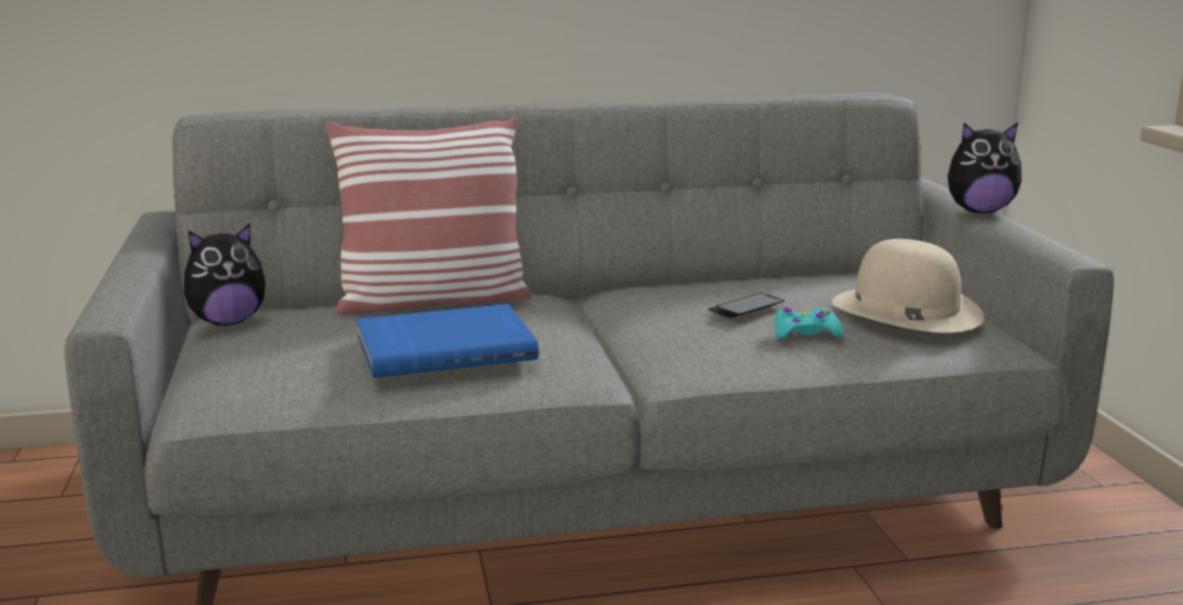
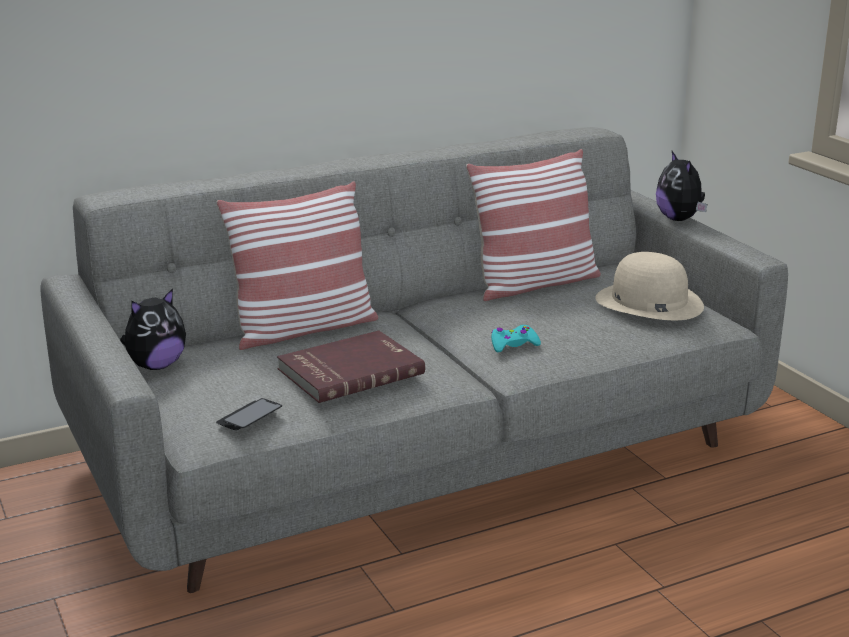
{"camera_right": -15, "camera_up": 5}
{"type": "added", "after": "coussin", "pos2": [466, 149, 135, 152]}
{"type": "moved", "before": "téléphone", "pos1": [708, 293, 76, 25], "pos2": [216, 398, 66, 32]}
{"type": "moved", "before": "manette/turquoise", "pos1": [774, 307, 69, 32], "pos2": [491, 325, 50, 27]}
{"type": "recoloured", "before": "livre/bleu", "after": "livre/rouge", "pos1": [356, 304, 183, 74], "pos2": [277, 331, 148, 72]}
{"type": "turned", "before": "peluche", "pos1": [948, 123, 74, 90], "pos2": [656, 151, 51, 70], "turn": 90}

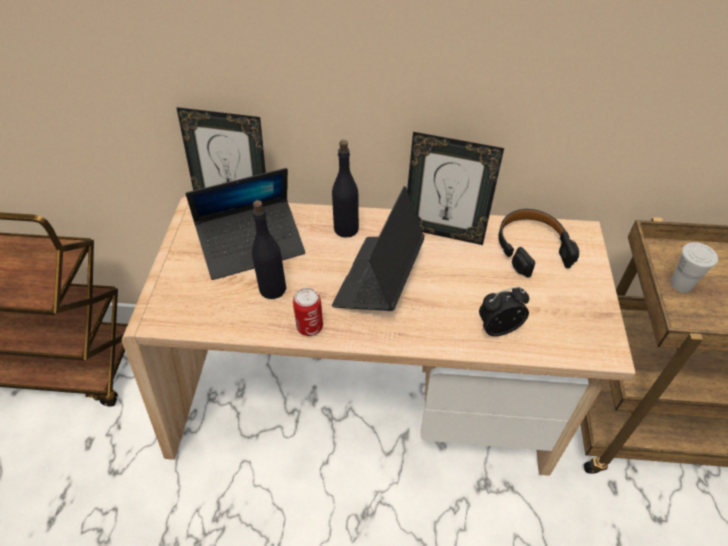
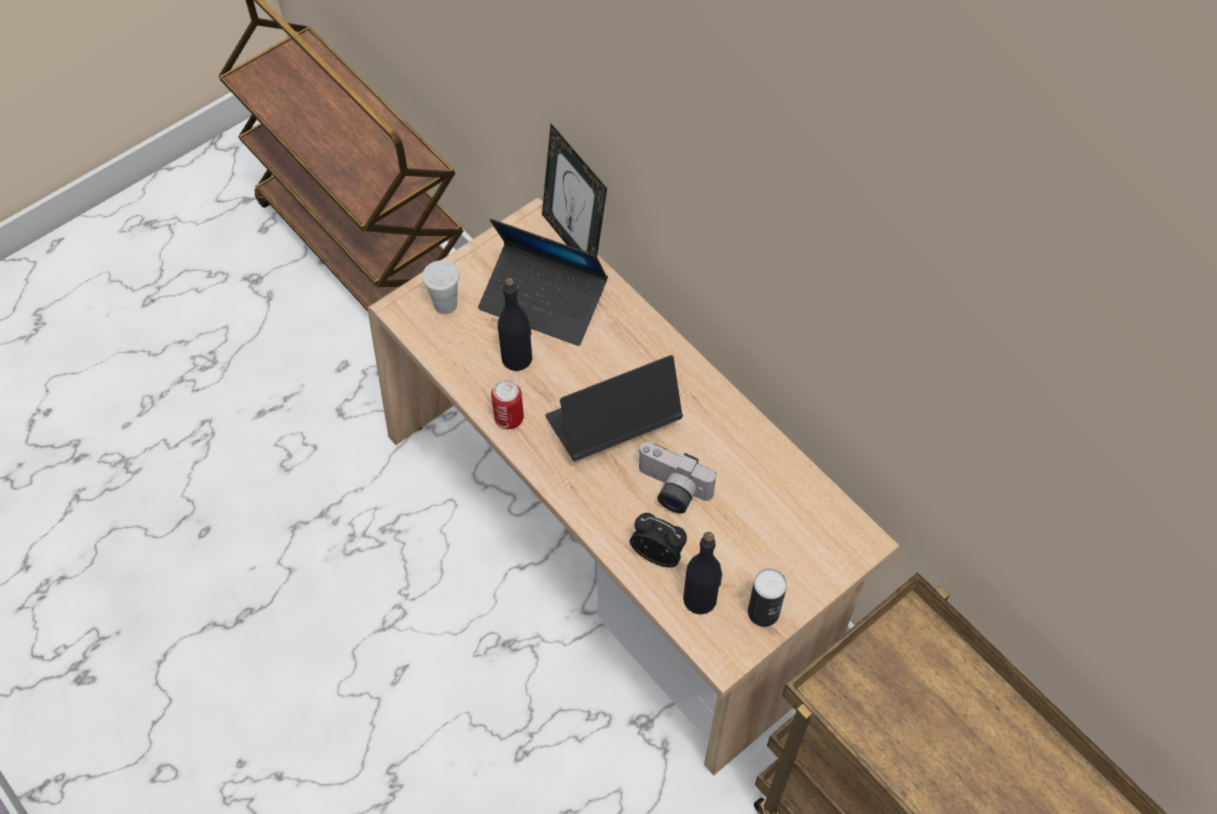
{"camera_right": 45, "camera_up": 10}
{"type": "removed", "before": "cadre photo", "pos1": [407, 132, 97, 113]}
{"type": "removed", "before": "casque audio/noir", "pos1": [498, 209, 81, 69]}
{"type": "added", "after": "appareil photo", "pos2": [638, 442, 78, 72]}
{"type": "added", "after": "boîte métallique", "pos2": [748, 569, 39, 58]}
{"type": "moved", "before": "bouteille/noir", "pos1": [332, 140, 27, 98], "pos2": [683, 532, 39, 82]}
{"type": "moved", "before": "tasse/blanc", "pos1": [671, 242, 47, 50], "pos2": [422, 260, 37, 54]}

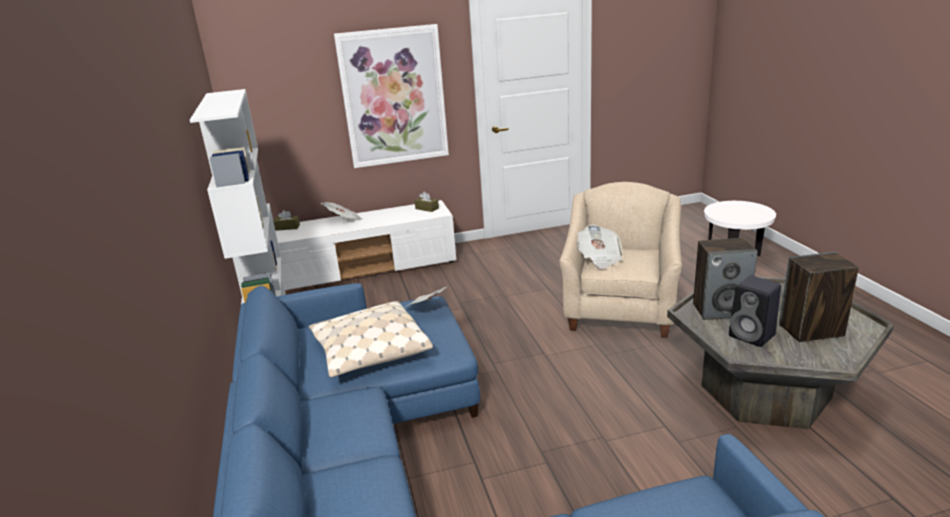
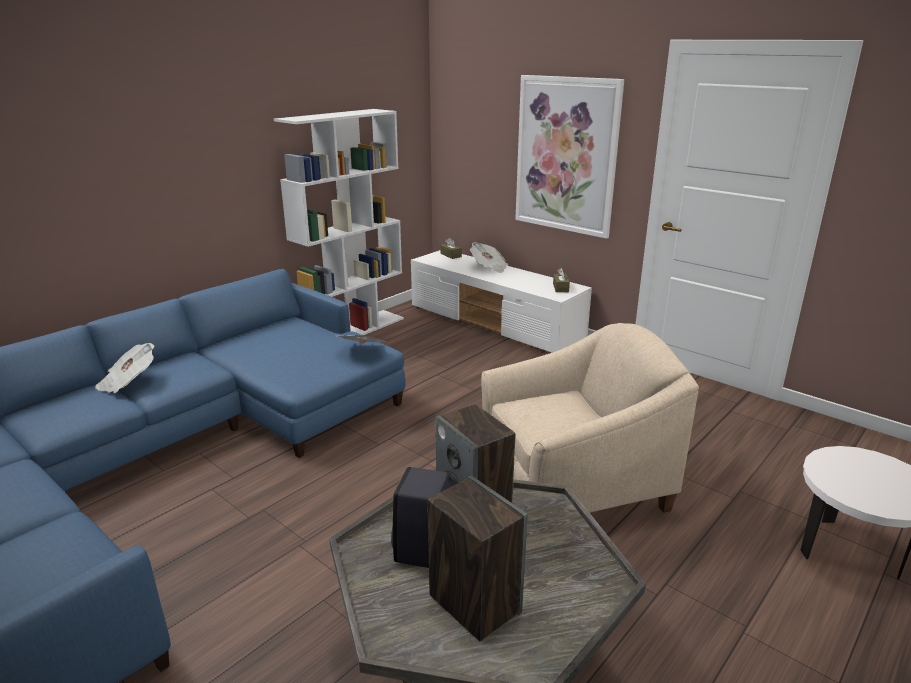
{"camera_right": 55, "camera_up": 0}
{"type": "removed", "before": "coussin/beige", "pos1": [309, 301, 124, 76]}
{"type": "moved", "before": "journal", "pos1": [577, 225, 46, 44], "pos2": [95, 343, 60, 50]}

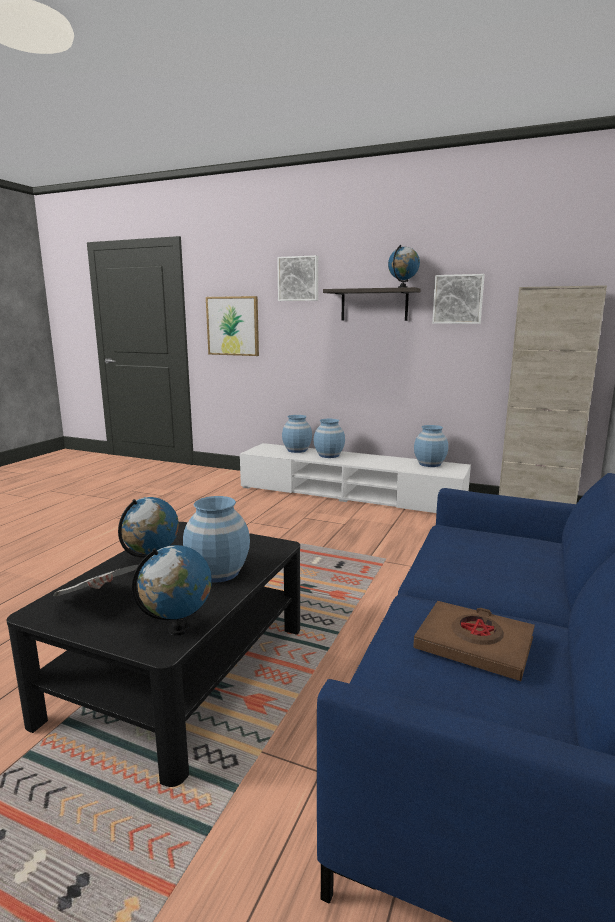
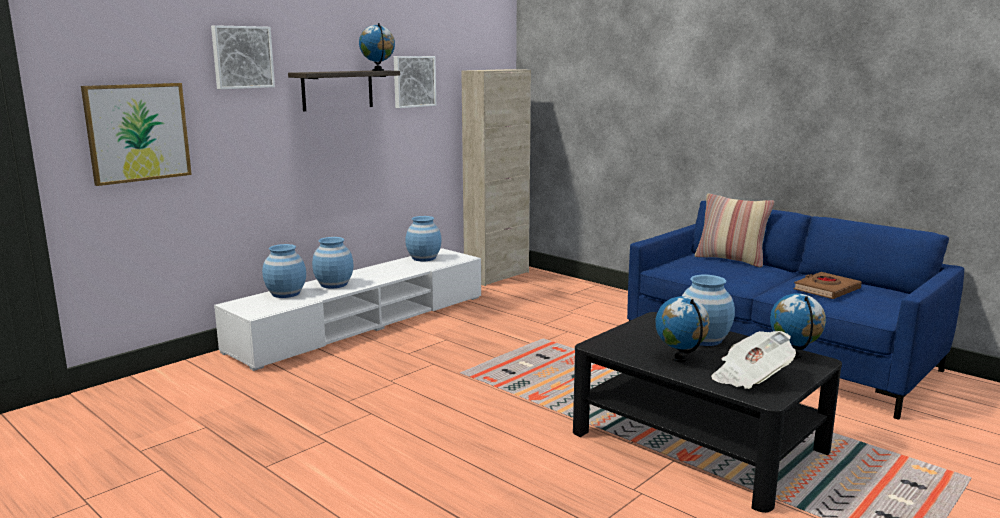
{"camera_right": -70, "camera_up": 0}
{"type": "added", "after": "coussin", "pos2": [695, 193, 80, 75]}

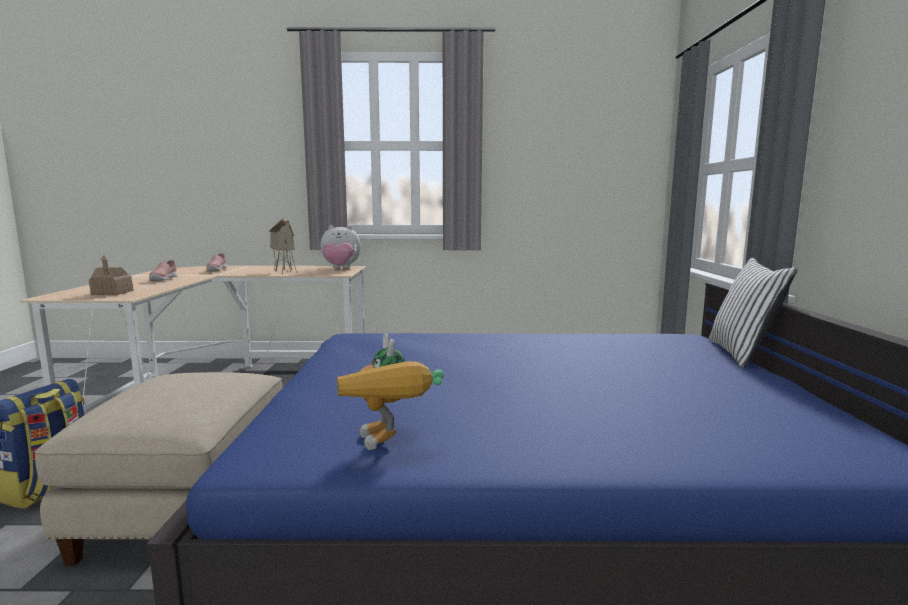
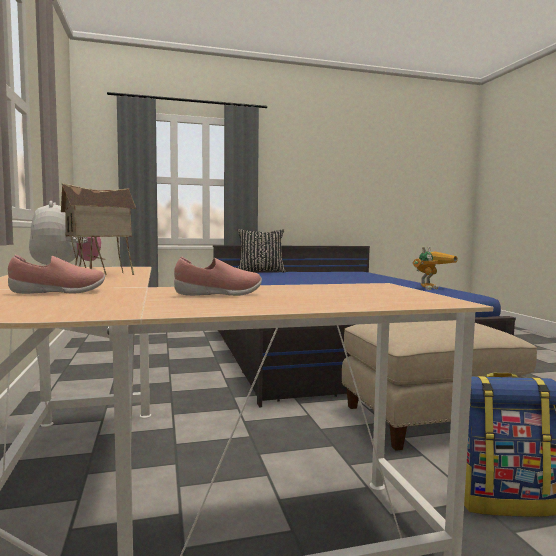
{"camera_right": -105, "camera_up": -5}
{"type": "removed", "before": "maison miniature", "pos1": [89, 255, 45, 40]}
{"type": "recoloured", "before": "coussin/blanc", "after": "coussin/noir", "pos1": [709, 258, 88, 110], "pos2": [238, 229, 47, 43]}

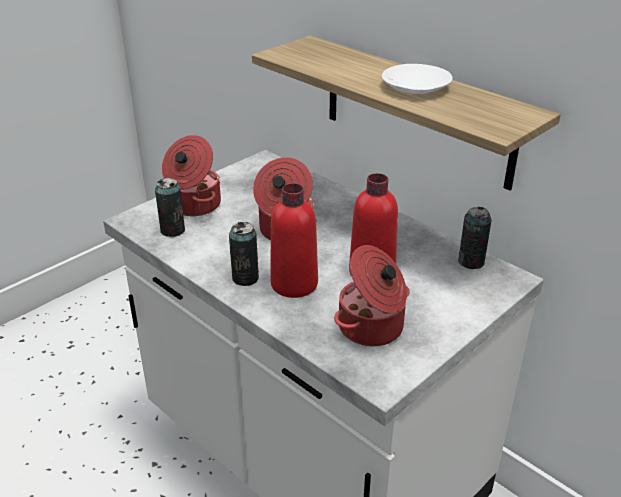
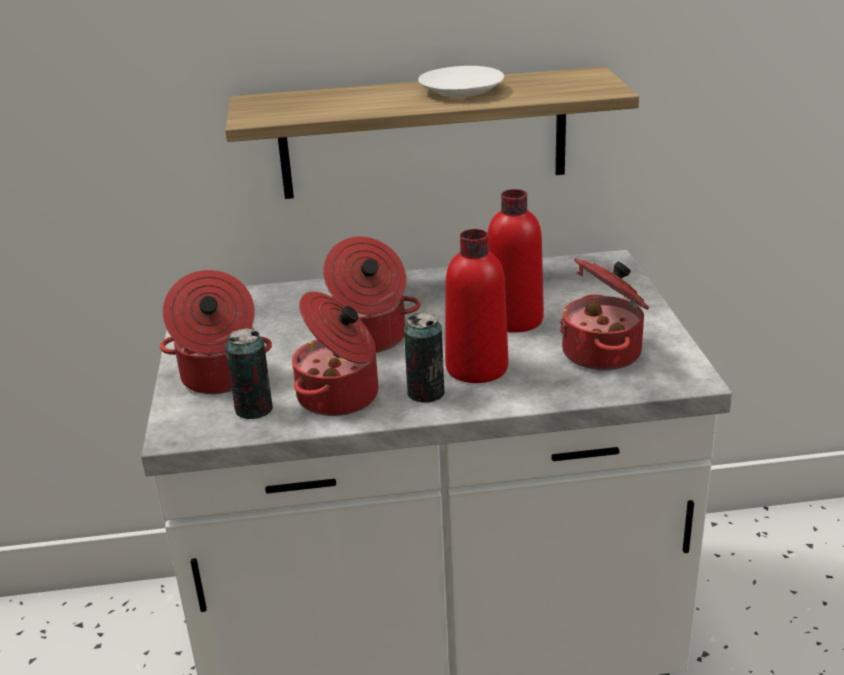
{"camera_right": -50, "camera_up": -5}
{"type": "removed", "before": "boîte métallique", "pos1": [458, 207, 34, 62]}
{"type": "added", "after": "marmite", "pos2": [292, 292, 86, 124]}

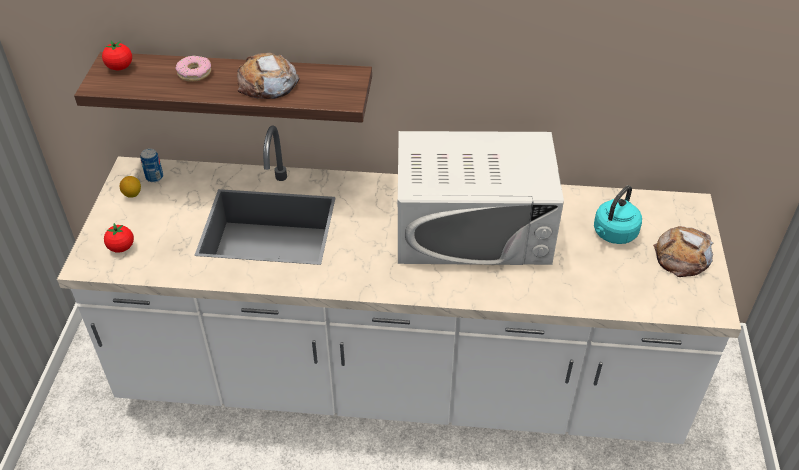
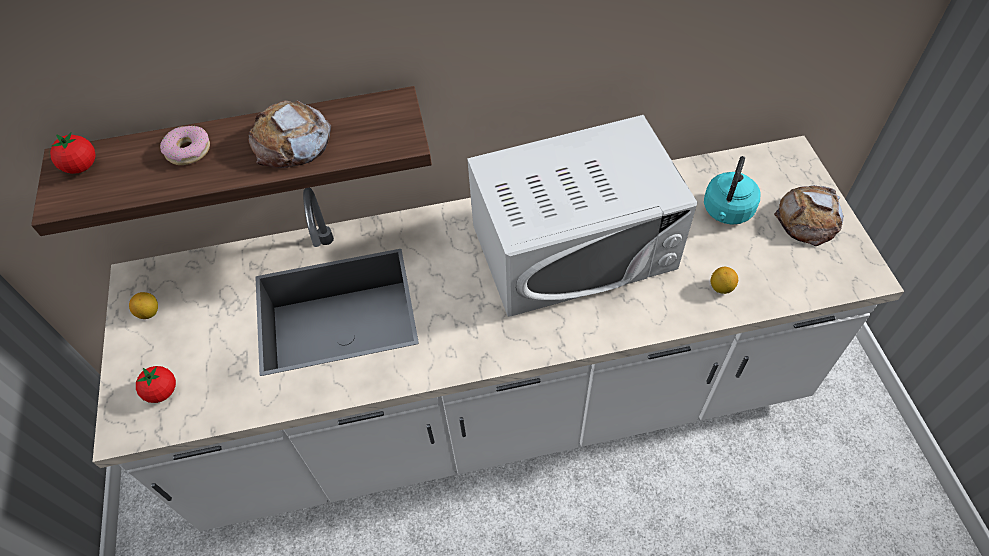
{"camera_right": -15, "camera_up": 10}
{"type": "removed", "before": "boîte métallique", "pos1": [140, 148, 23, 34]}
{"type": "added", "after": "citron", "pos2": [710, 267, 28, 27]}

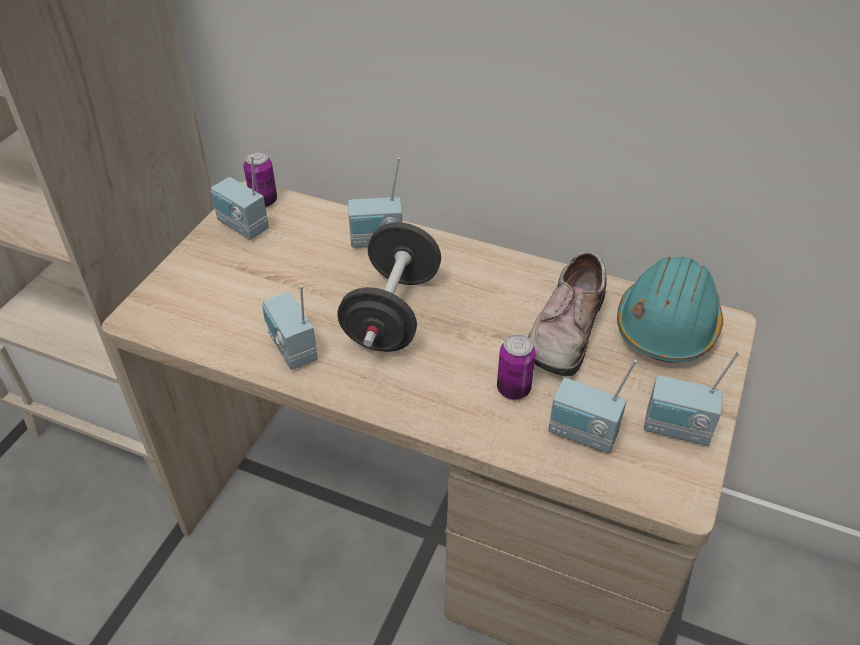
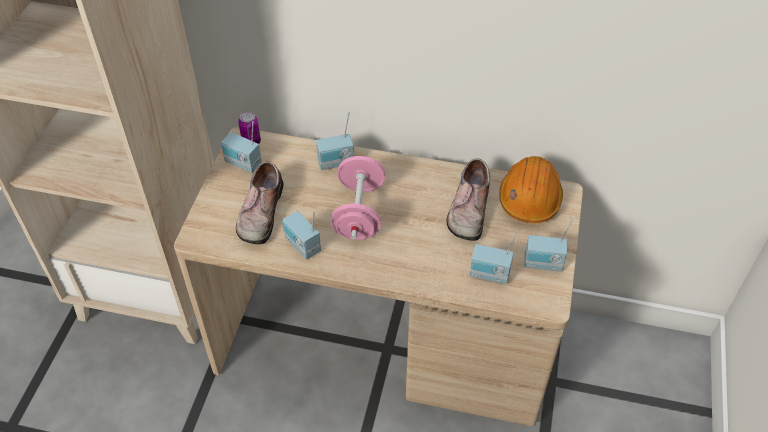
{"camera_right": -10, "camera_up": 5}
{"type": "removed", "before": "boîte métallique", "pos1": [497, 334, 39, 66]}
{"type": "added", "after": "chaussure", "pos2": [236, 161, 48, 83]}
{"type": "recoloured", "before": "haltère/noir", "after": "haltère/rose", "pos1": [337, 222, 104, 130], "pos2": [331, 156, 54, 84]}
{"type": "recoloured", "before": "casque de chantier/turquoise", "after": "casque de chantier/orange", "pos1": [617, 256, 106, 107], "pos2": [499, 156, 64, 67]}

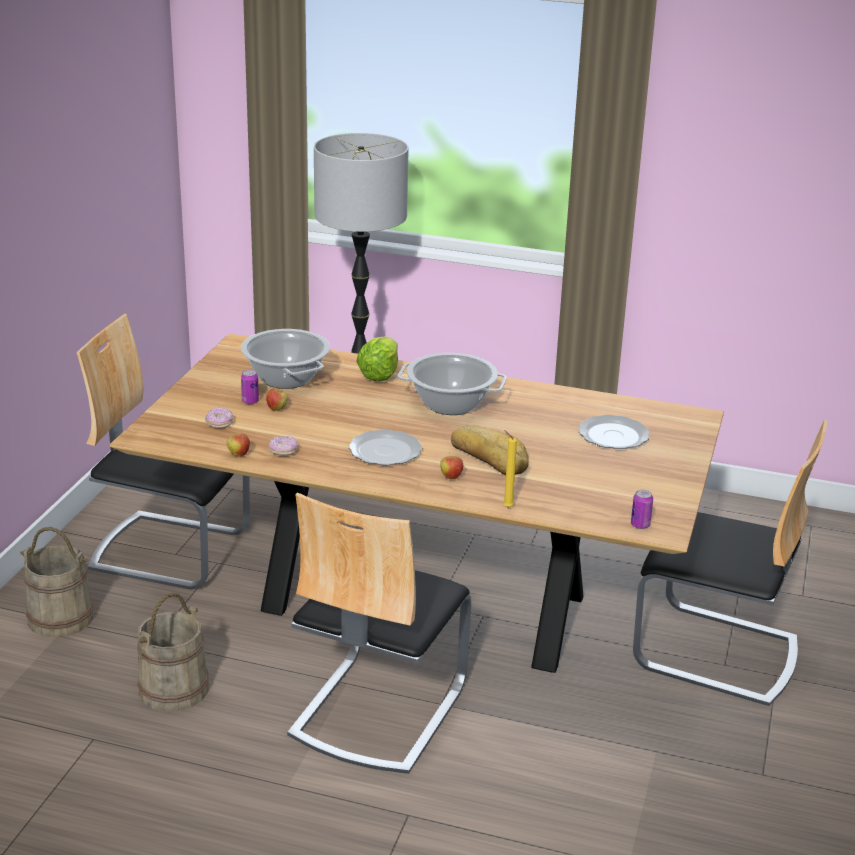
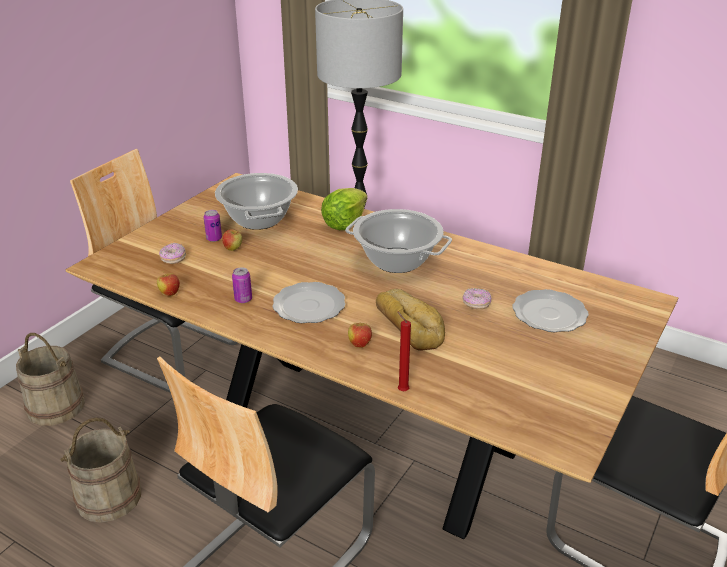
{"camera_right": 15, "camera_up": 5}
{"type": "moved", "before": "beignet", "pos1": [269, 436, 29, 20], "pos2": [463, 288, 28, 21]}
{"type": "moved", "before": "boîte métallique", "pos1": [631, 490, 22, 39], "pos2": [232, 267, 20, 36]}
{"type": "recoloured", "before": "bougie/jaune", "after": "bougie/rouge", "pos1": [503, 430, 14, 78], "pos2": [397, 311, 14, 80]}

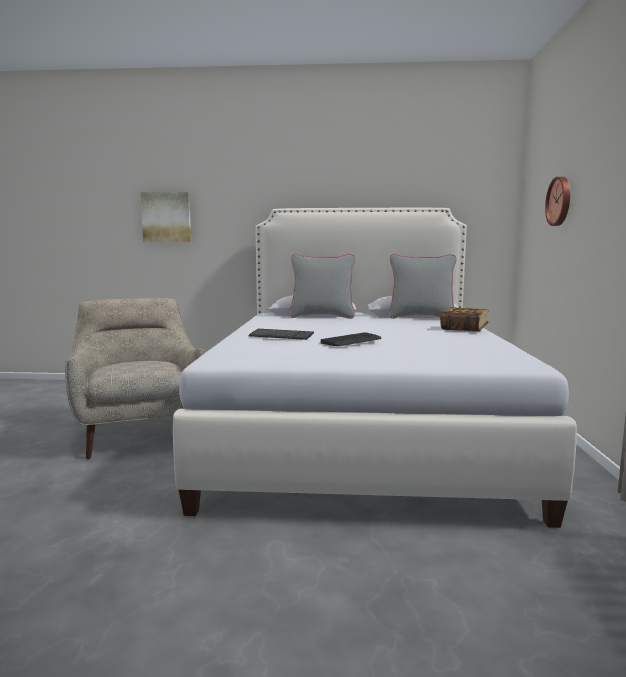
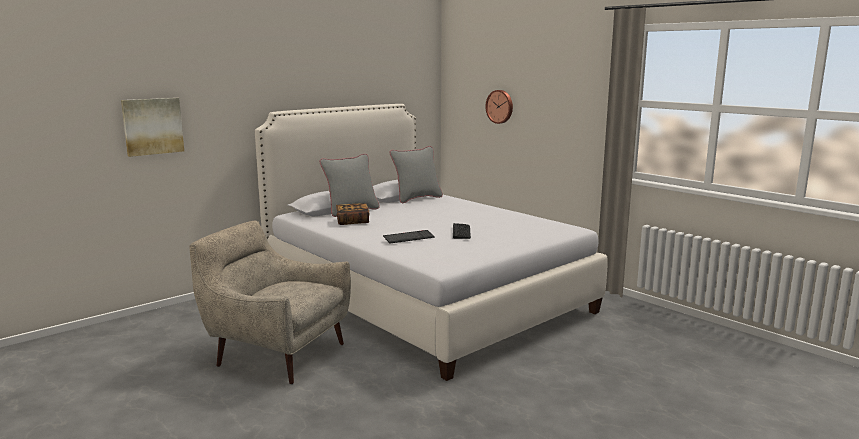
{"camera_right": -45, "camera_up": 5}
{"type": "moved", "before": "livre", "pos1": [440, 307, 49, 24], "pos2": [336, 203, 33, 22]}

